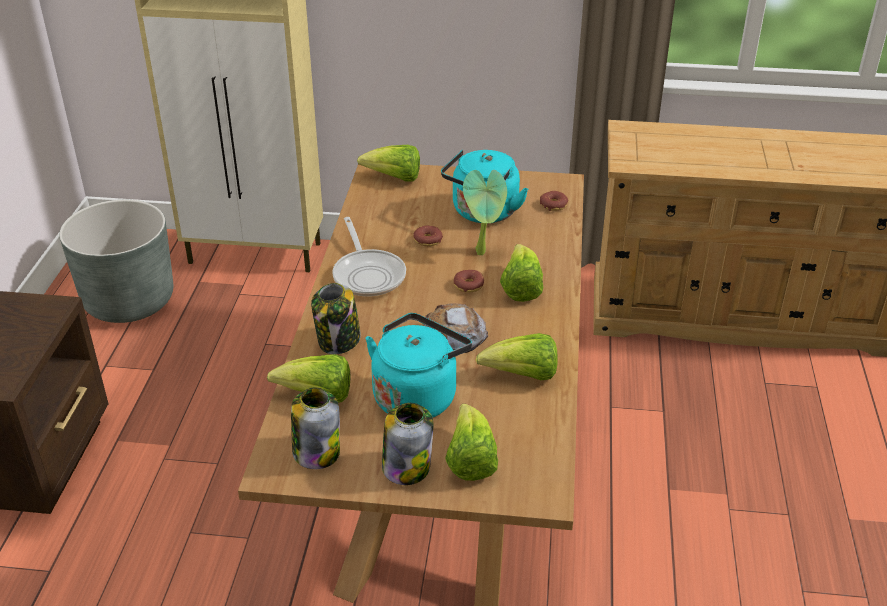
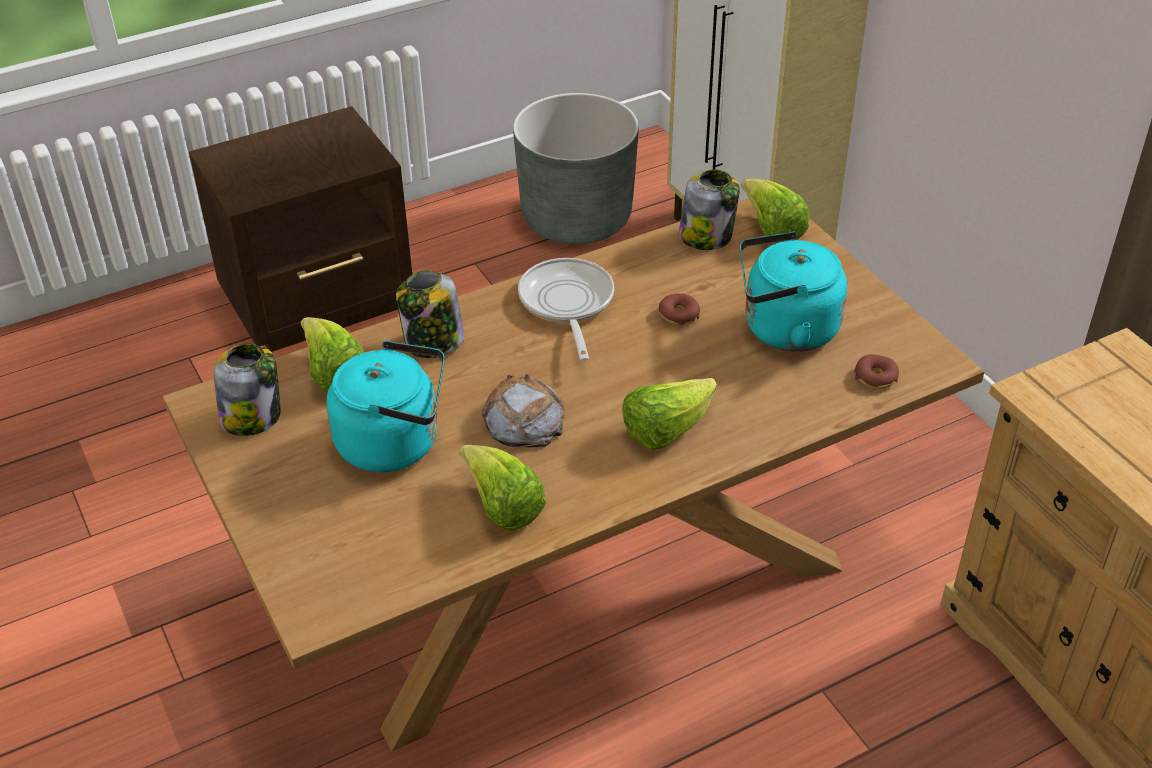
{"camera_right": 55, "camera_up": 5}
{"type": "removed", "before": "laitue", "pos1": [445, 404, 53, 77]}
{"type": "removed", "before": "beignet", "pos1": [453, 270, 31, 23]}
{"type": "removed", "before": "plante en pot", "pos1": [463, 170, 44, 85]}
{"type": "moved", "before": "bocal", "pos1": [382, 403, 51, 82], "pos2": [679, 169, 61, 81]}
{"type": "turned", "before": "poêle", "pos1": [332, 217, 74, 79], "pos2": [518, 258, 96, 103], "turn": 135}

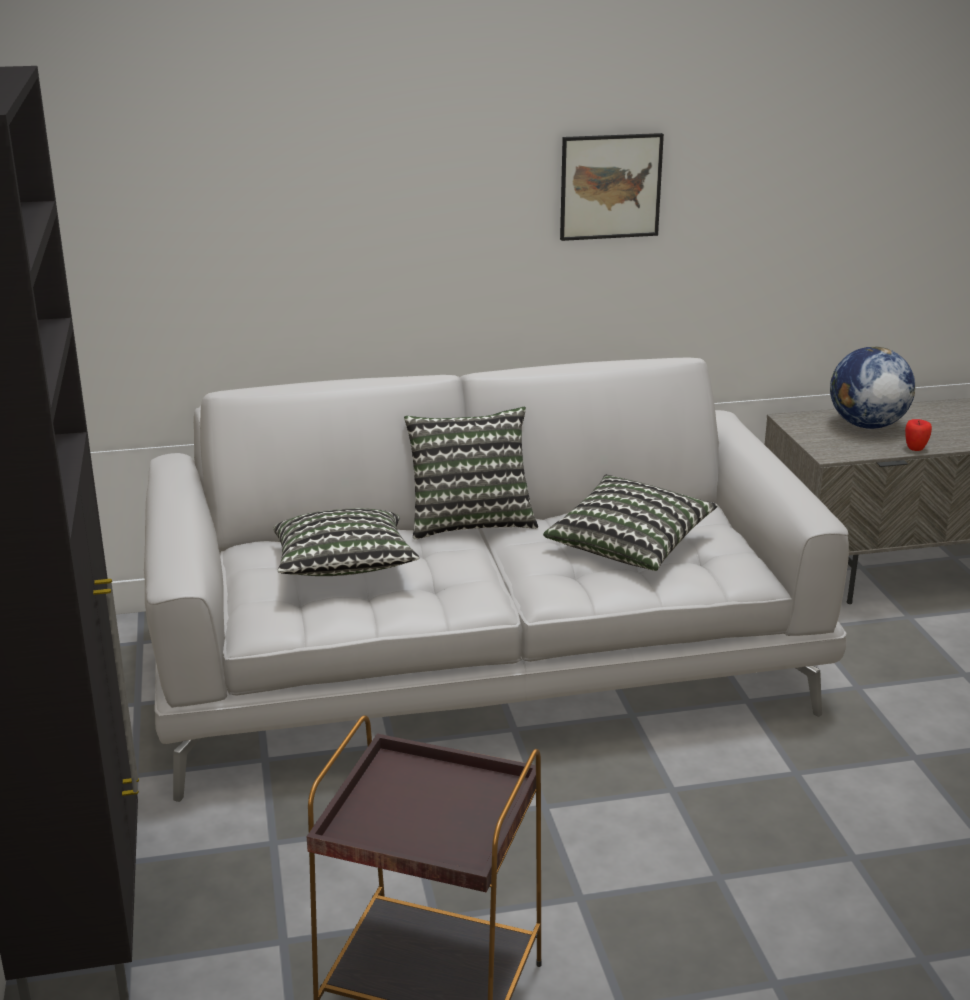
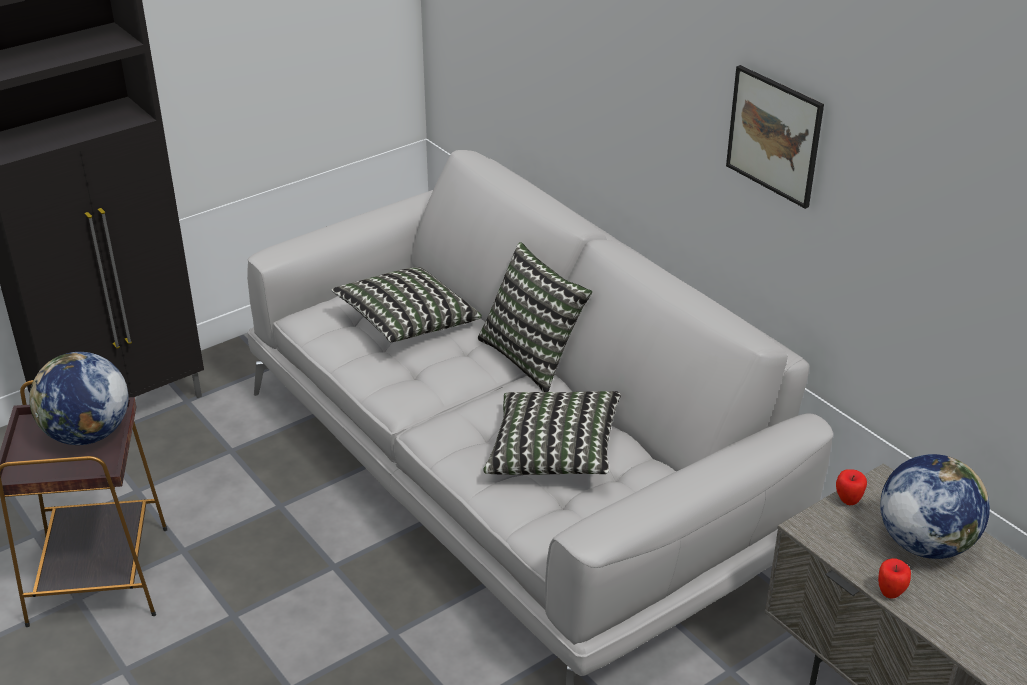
{"camera_right": 65, "camera_up": 10}
{"type": "added", "after": "globe", "pos2": [29, 352, 100, 93]}
{"type": "added", "after": "pomme", "pos2": [836, 470, 31, 35]}

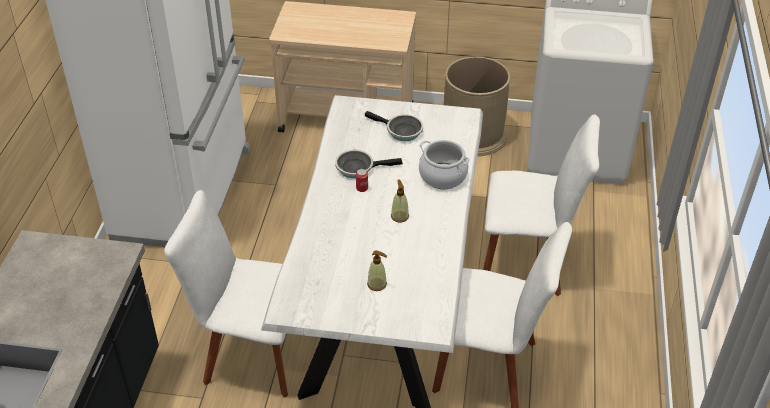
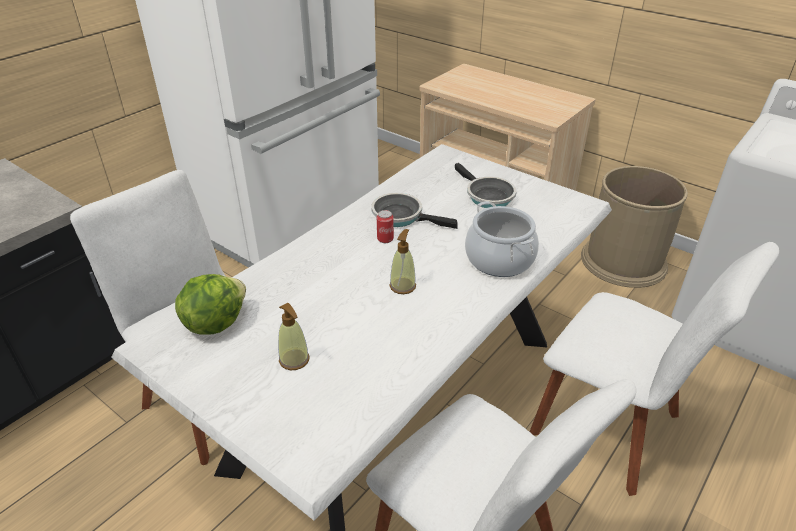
{"camera_right": 30, "camera_up": -5}
{"type": "added", "after": "laitue", "pos2": [175, 274, 71, 61]}

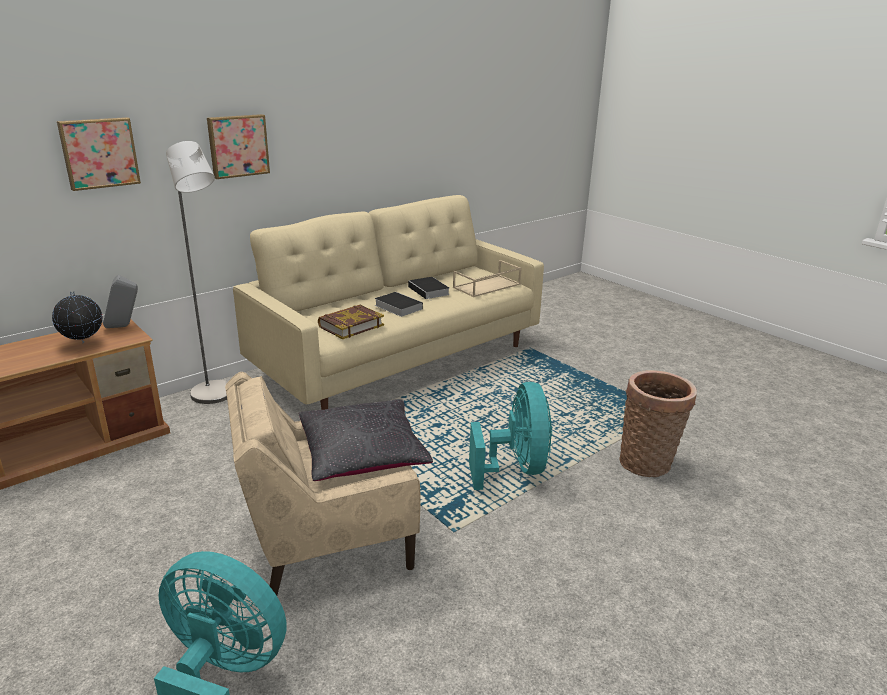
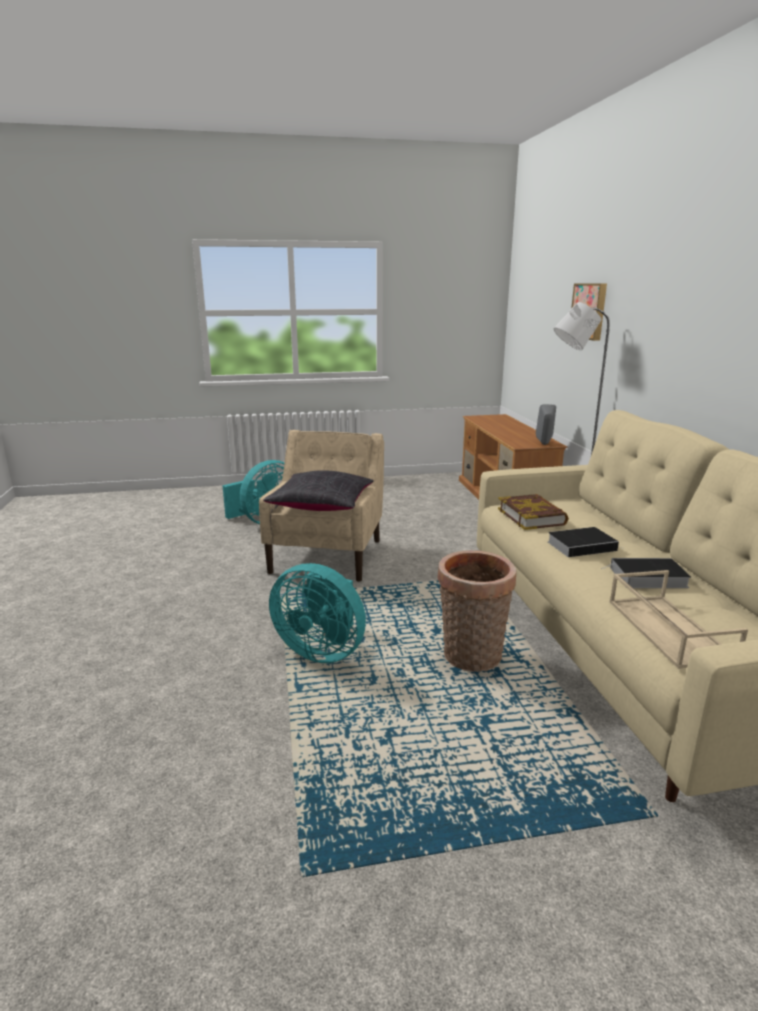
{"camera_right": 120, "camera_up": -5}
{"type": "removed", "before": "globe", "pos1": [52, 291, 50, 52]}
{"type": "removed", "before": "tableau", "pos1": [207, 114, 63, 65]}
{"type": "moved", "before": "panier", "pos1": [620, 370, 77, 107], "pos2": [438, 550, 78, 122]}

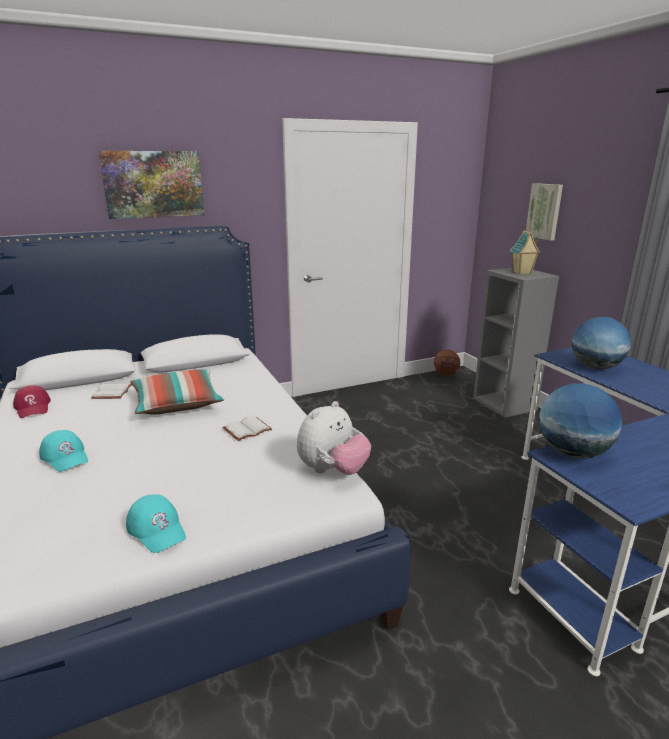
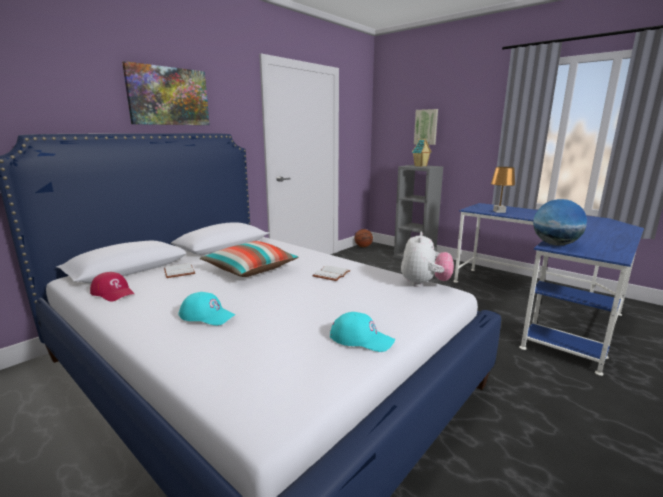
{"camera_right": -25, "camera_up": -5}
{"type": "replaced", "before": "globe", "after": "lampe de table/marron", "pos1": [572, 317, 59, 53], "pos2": [491, 167, 25, 46]}

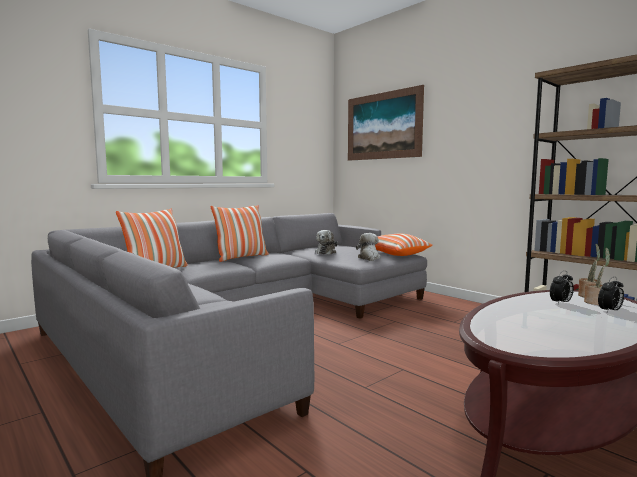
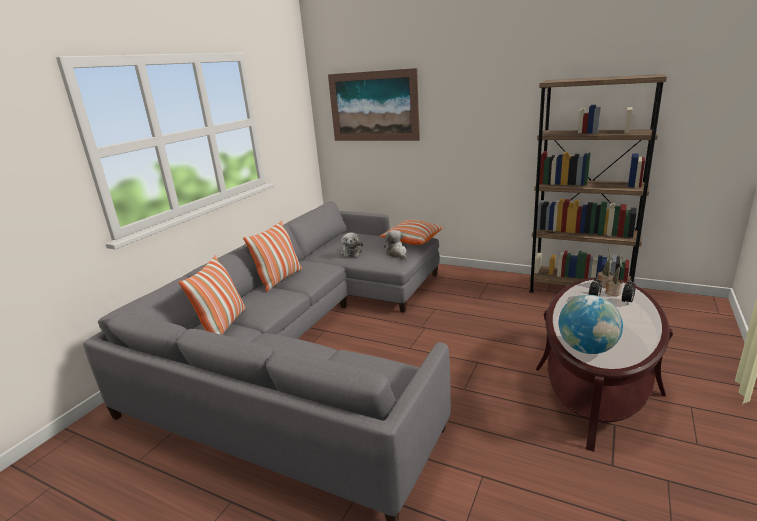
{"camera_right": -20, "camera_up": 15}
{"type": "added", "after": "globe", "pos2": [559, 295, 64, 59]}

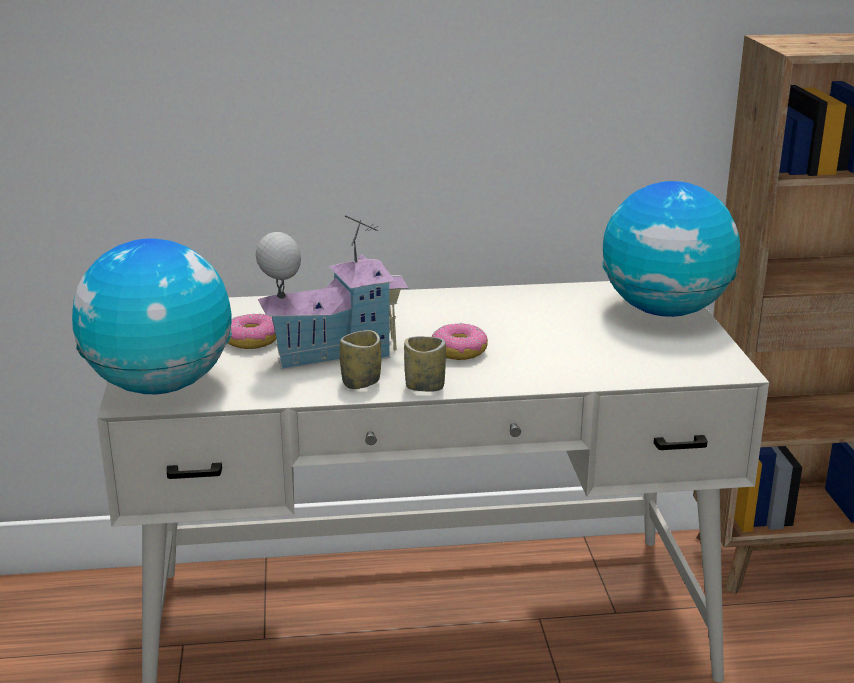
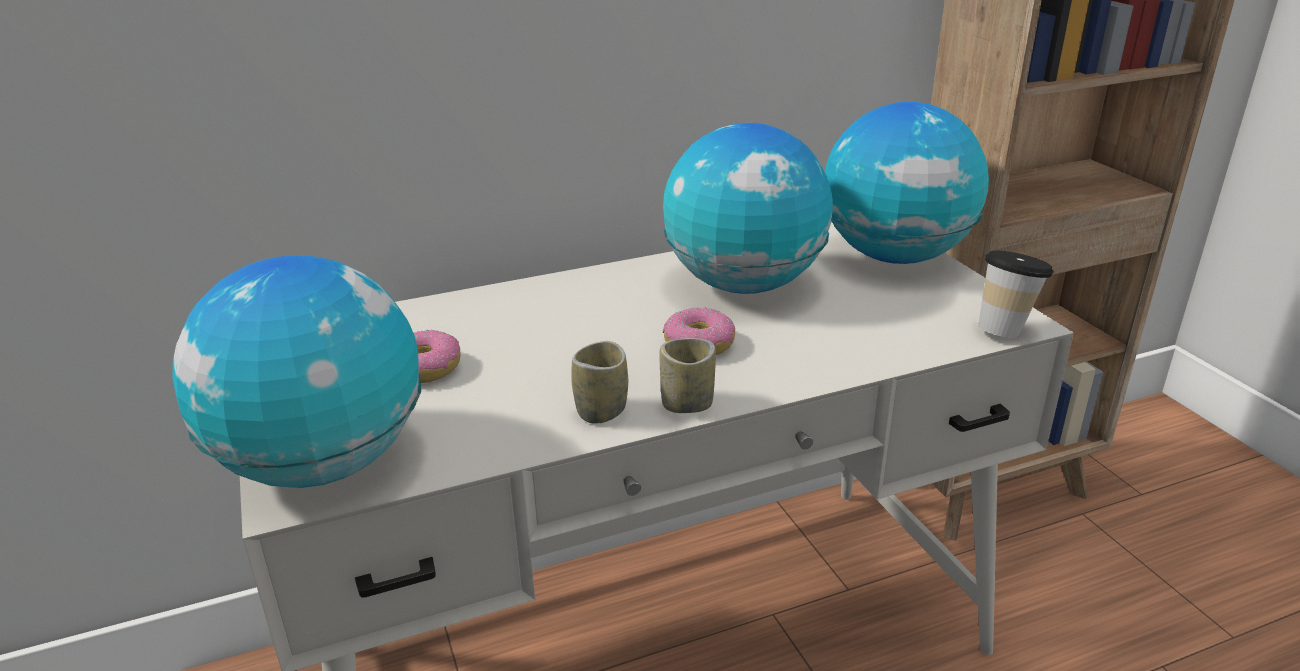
{"camera_right": -15, "camera_up": 5}
{"type": "removed", "before": "maison miniature", "pos1": [256, 215, 152, 155]}
{"type": "added", "after": "globe", "pos2": [663, 123, 170, 171]}
{"type": "added", "after": "tasse", "pos2": [978, 250, 76, 88]}

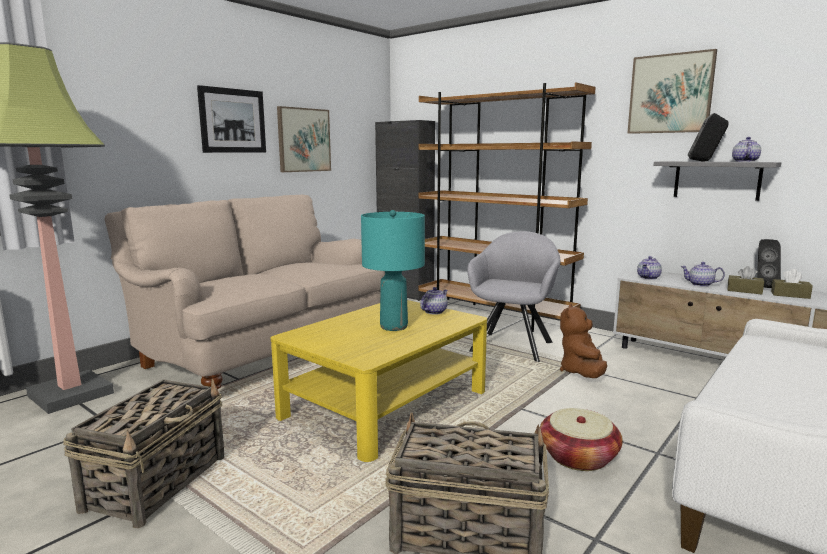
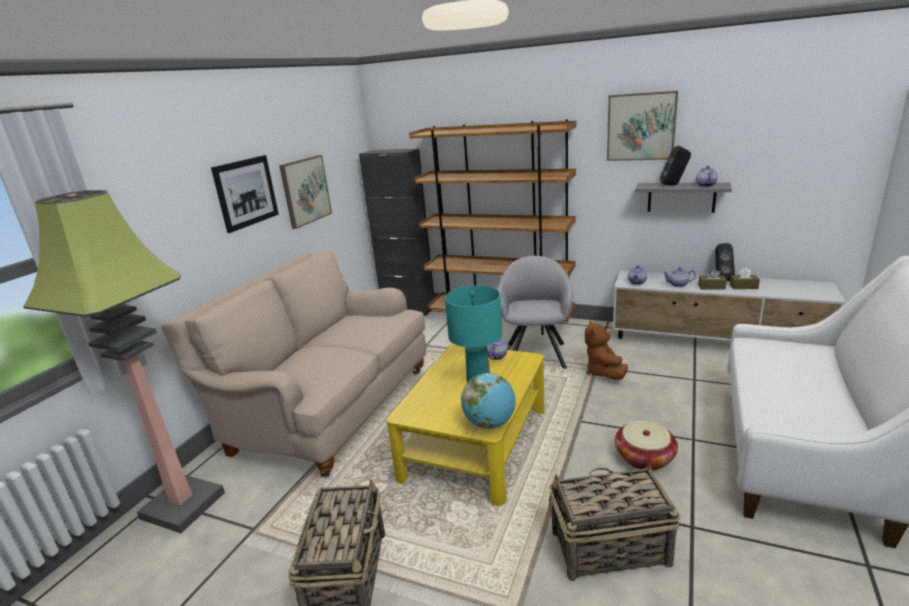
{"camera_right": -15, "camera_up": 10}
{"type": "added", "after": "globe", "pos2": [461, 373, 55, 56]}

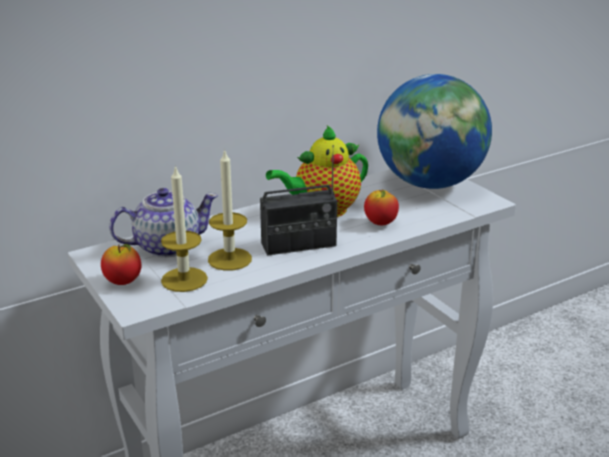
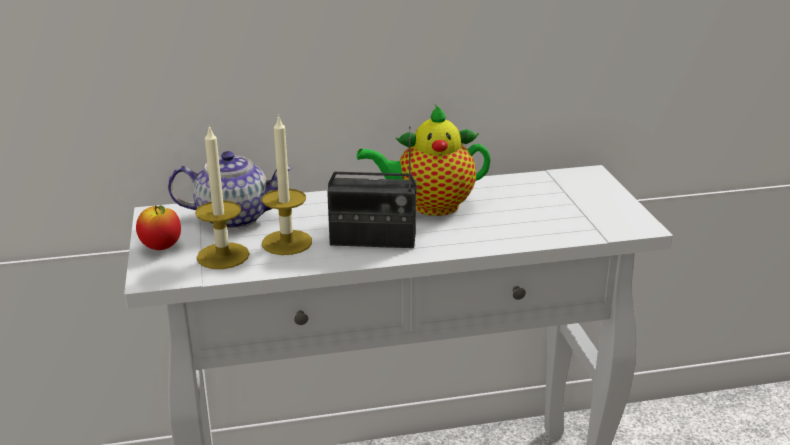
{"camera_right": 20, "camera_up": 0}
{"type": "removed", "before": "pomme", "pos1": [364, 189, 35, 36]}
{"type": "removed", "before": "globe", "pos1": [377, 74, 115, 115]}

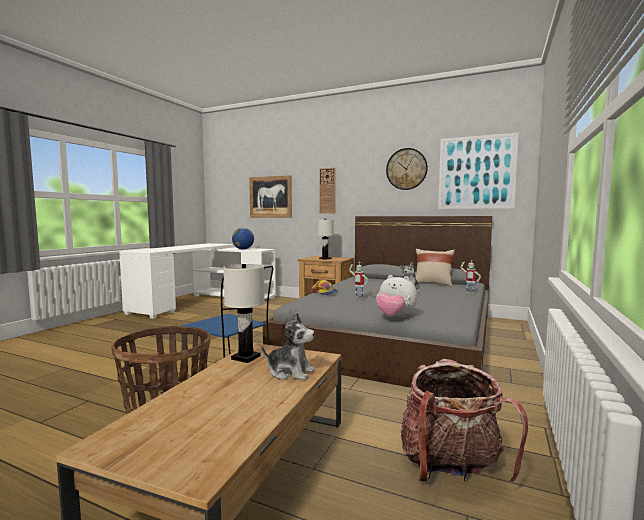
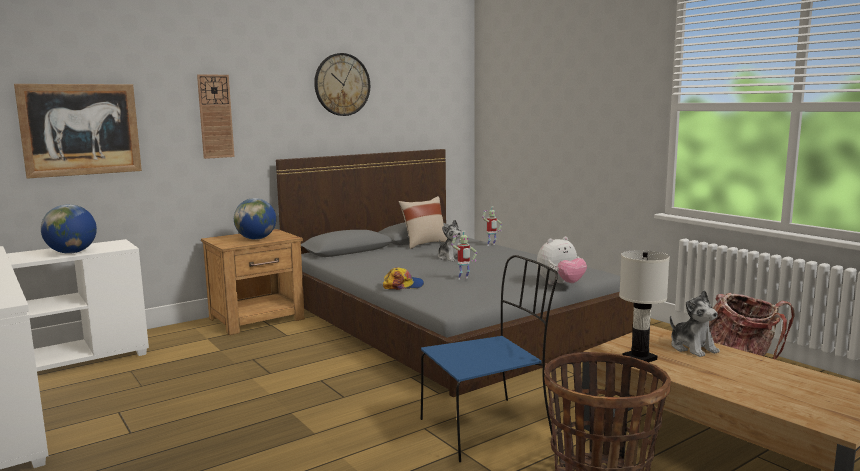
{"camera_right": -60, "camera_up": 5}
{"type": "removed", "before": "tableau", "pos1": [438, 133, 81, 76]}
{"type": "replaced", "before": "lampe de table/blanc", "after": "globe", "pos1": [317, 219, 17, 41], "pos2": [234, 198, 42, 42]}
{"type": "turned", "before": "peluche", "pos1": [262, 313, 53, 67], "pos2": [670, 290, 50, 67], "turn": 105}

